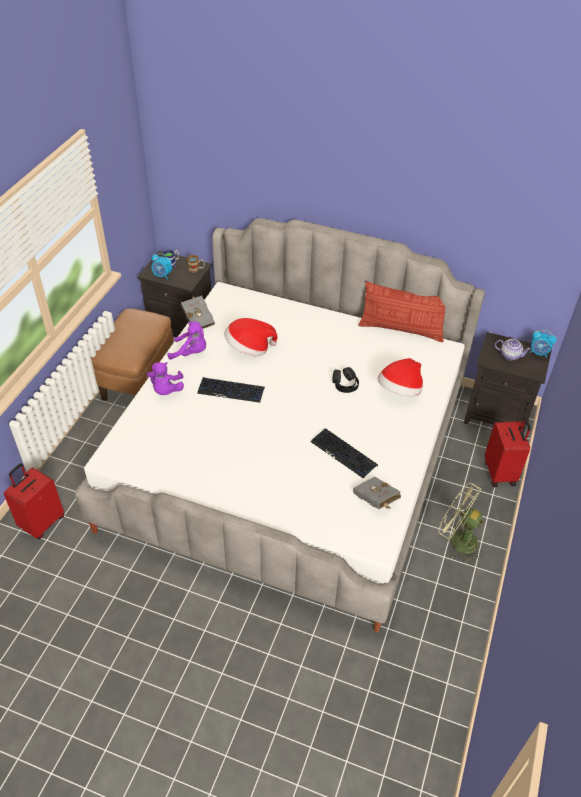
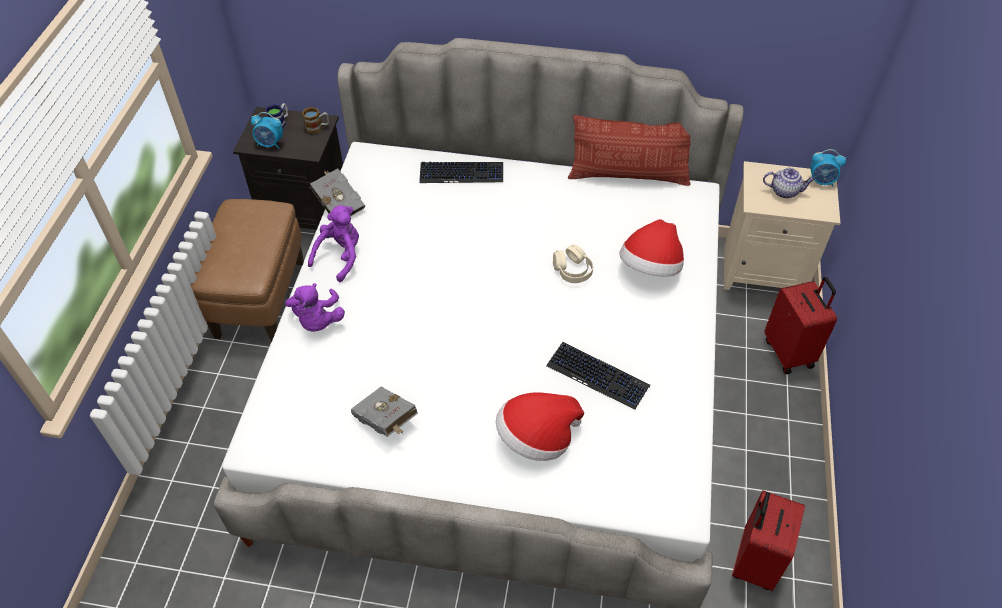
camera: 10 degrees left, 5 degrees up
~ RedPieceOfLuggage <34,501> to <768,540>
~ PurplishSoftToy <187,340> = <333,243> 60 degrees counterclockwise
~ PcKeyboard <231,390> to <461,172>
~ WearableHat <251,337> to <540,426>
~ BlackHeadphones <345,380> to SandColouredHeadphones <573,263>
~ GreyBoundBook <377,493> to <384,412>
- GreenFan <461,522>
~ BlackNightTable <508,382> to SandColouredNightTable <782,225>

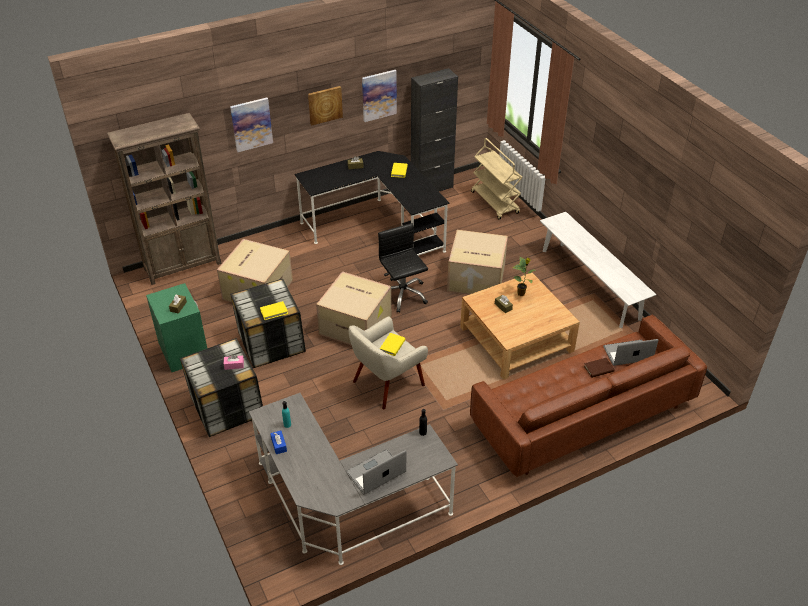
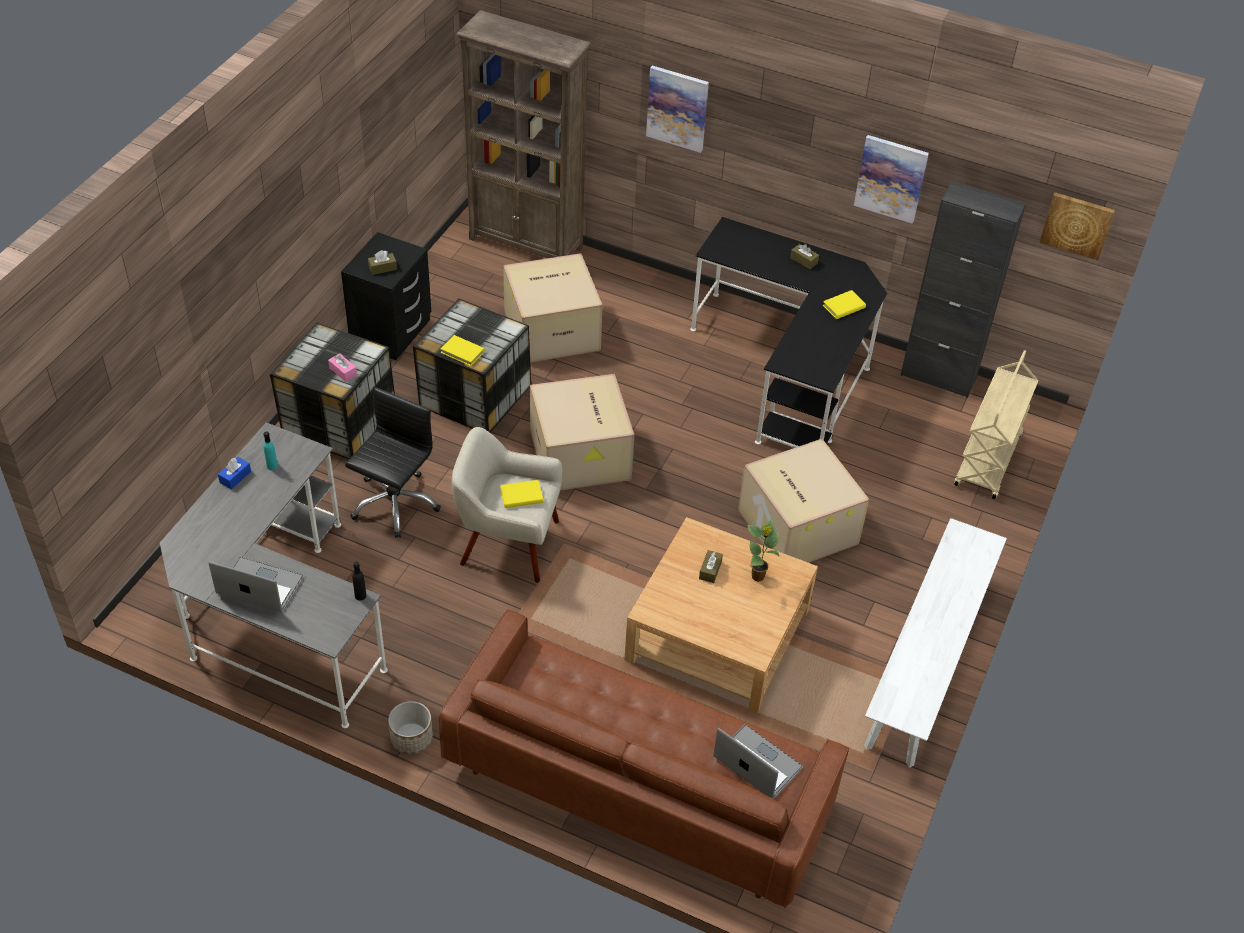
camera: 50 degrees right, 5 degrees up
~ GreenNightTable <176,327> to BlackNightTable <386,296>
~ WallPicture <325,106> to <1077,226>
~ BlackOfficeChair <403,268> to <393,462>
- BrownColouredBoundBook <599,368>
+ Planter <410,728>

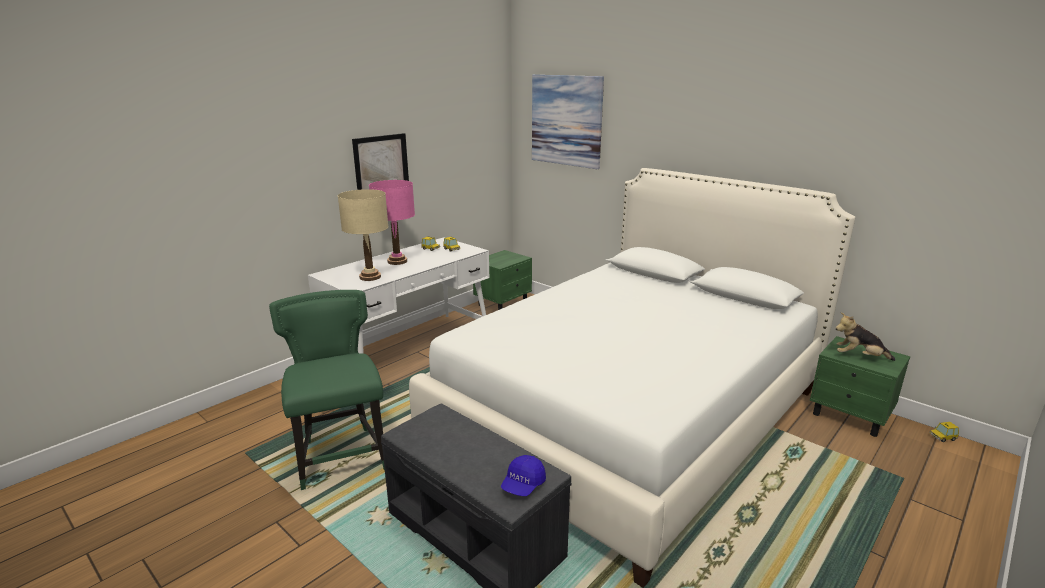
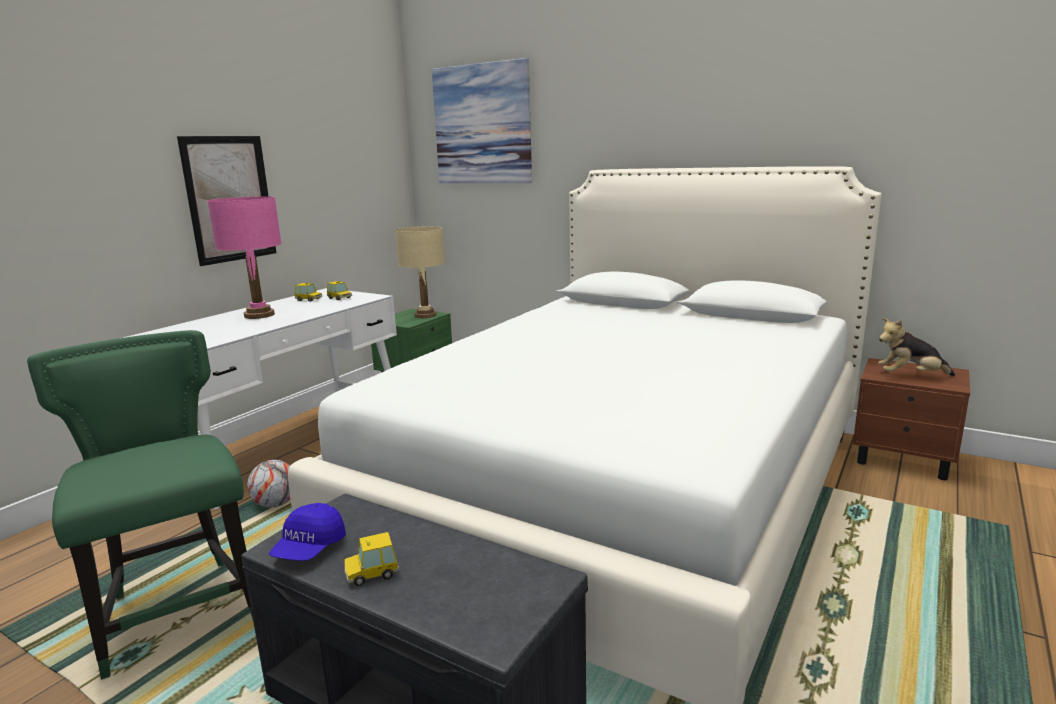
camera: 10 degrees left, 5 degrees down
~ SandColouredLampForATable <363,235> to <420,272>
~ BlueColouredBaseballCap <523,475> to <307,532>
~ GreenNightTable <860,386> to BrownColouredNightTable <911,419>
~ ModelCar <944,432> to <372,559>
+ BallForFootball <268,484>

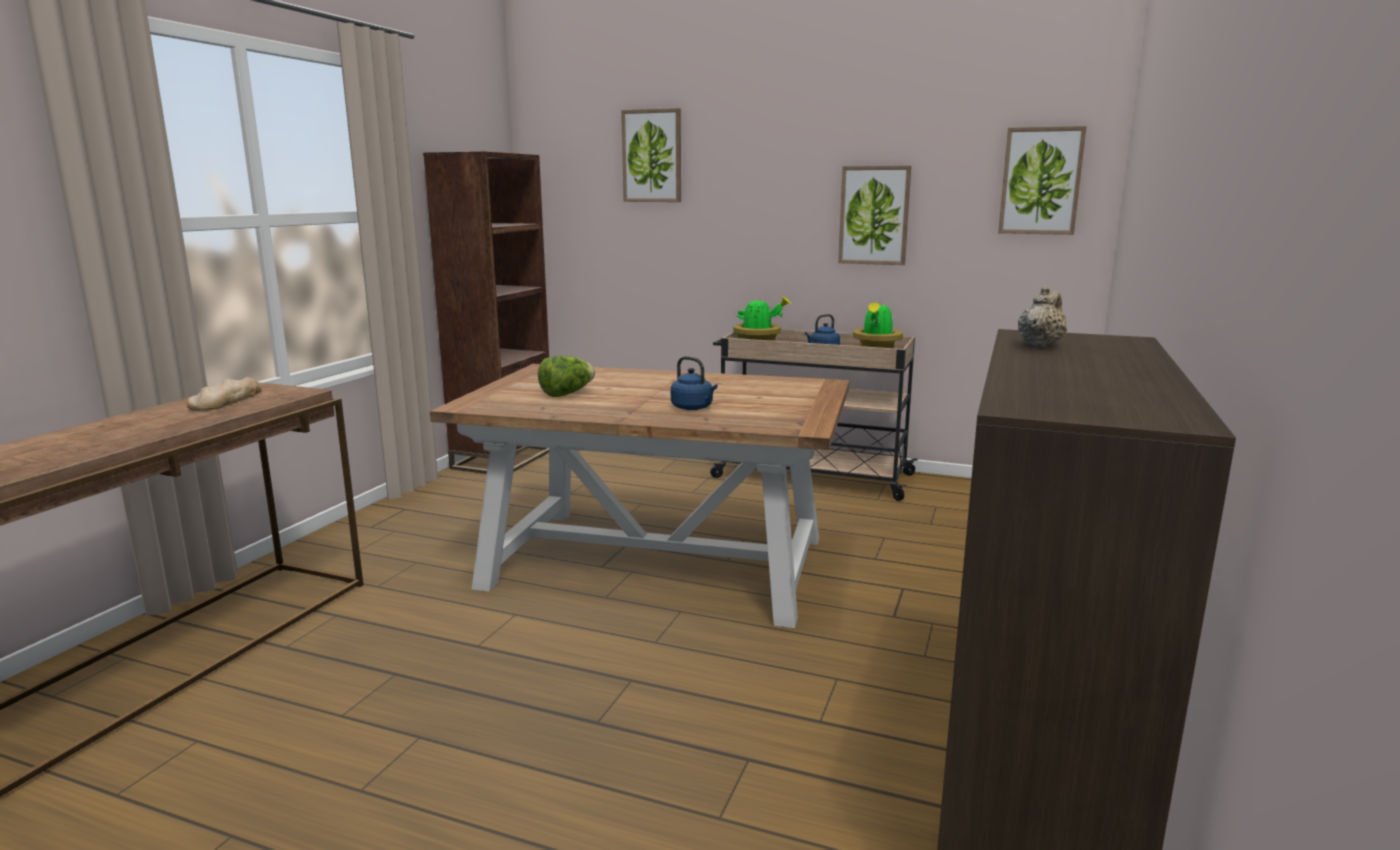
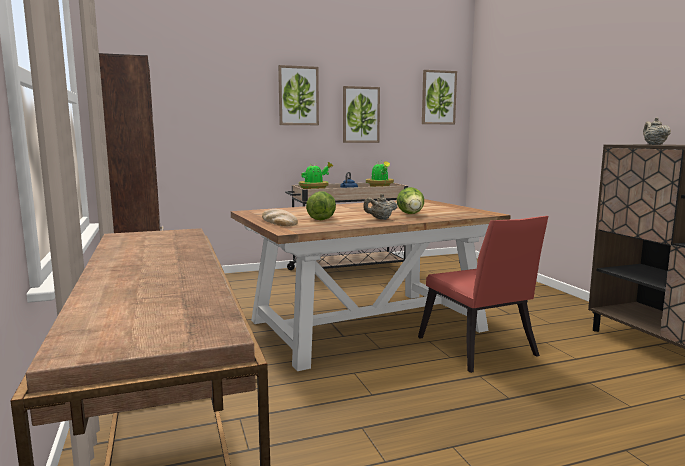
camera: 40 degrees left, 5 degrees down
~ Bread <224,394> to <280,217>
~ WallPicture <651,155> to <298,95>
~ BlueColouredWaterKettle <694,383> to HeadOfLettuce <410,200>
+ SandColouredTeaPot <380,207>
+ RedChair <483,294>

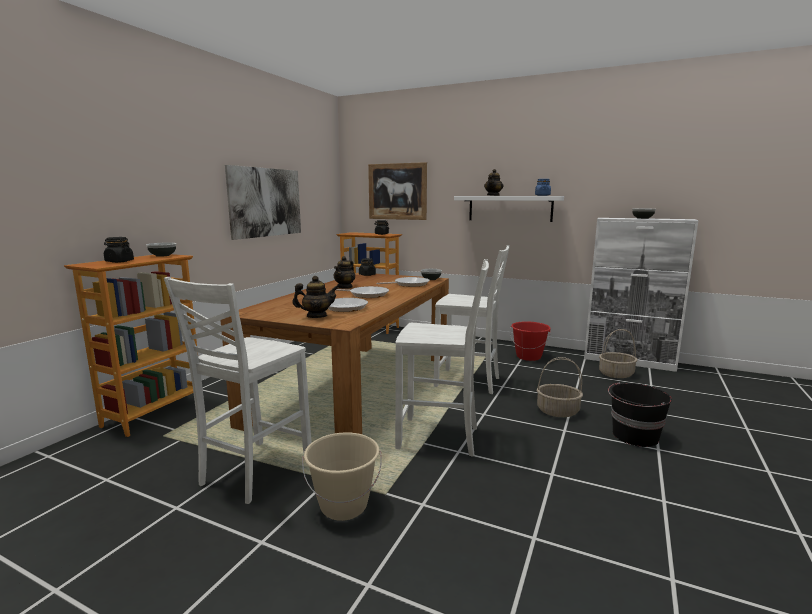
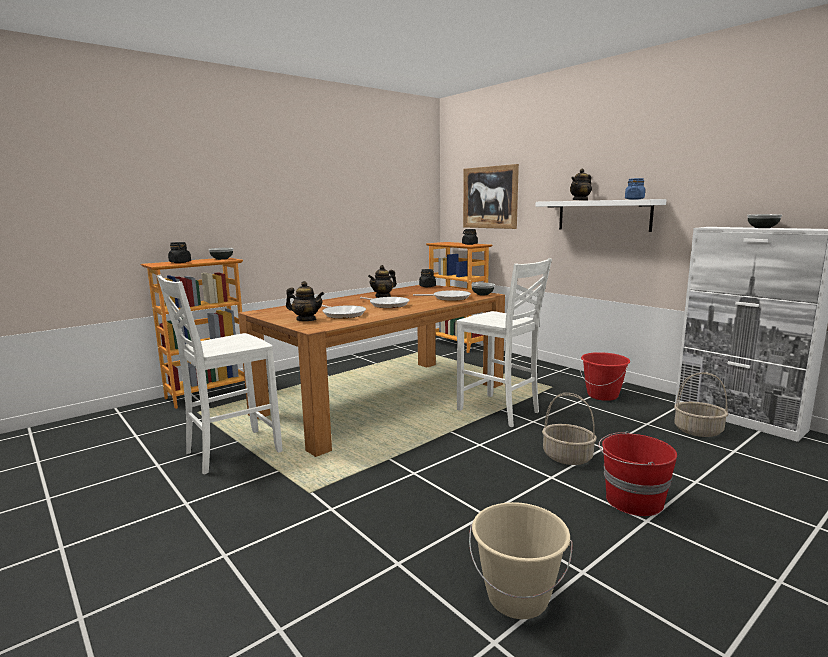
camera: 25 degrees right, 0 degrees up
- WallPicture <263,202>
~ SandColouredBucket <342,476> to <521,560>
- WhiteColouredChair <442,358>
~ BlackBucket <640,414> to RedBucket <638,473>

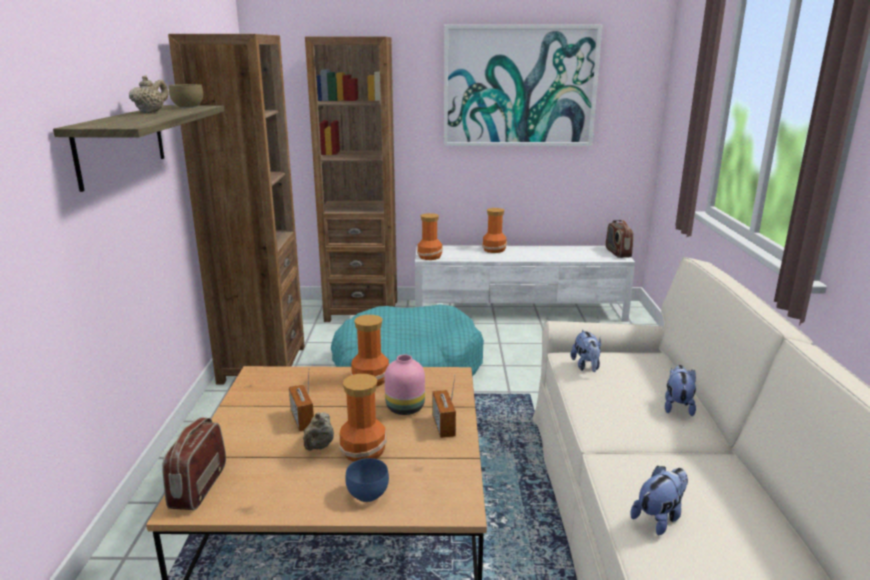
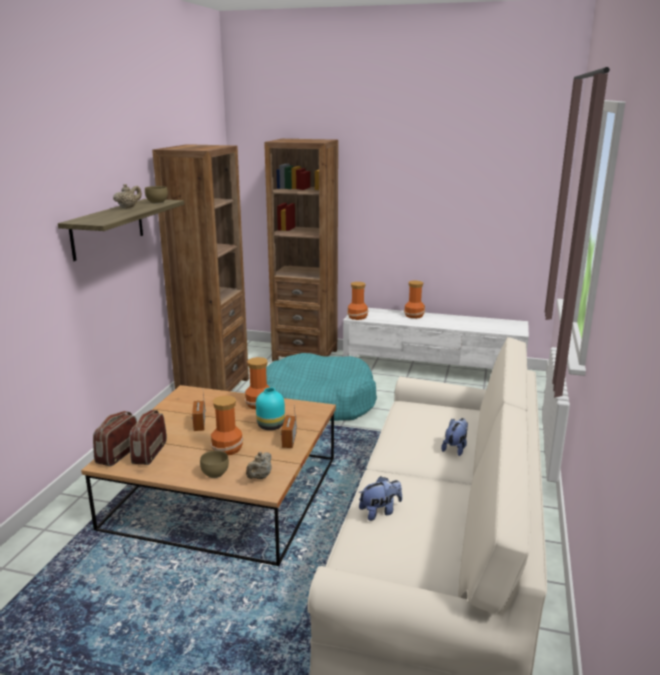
camera: 15 degrees right, 0 degrees up
~ SandColouredTeaPot <318,431> to <258,465>
~ BlueColouredDeepDish <367,480> to BrownColouredDeepDish <214,464>
~ PinkDecorativeVase <405,384> to BlueGreenDecorativeVase <270,409>
- WallPicture <523,85>
- SoftToy <586,351>
~ RadioReceiver <619,239> to <148,437>

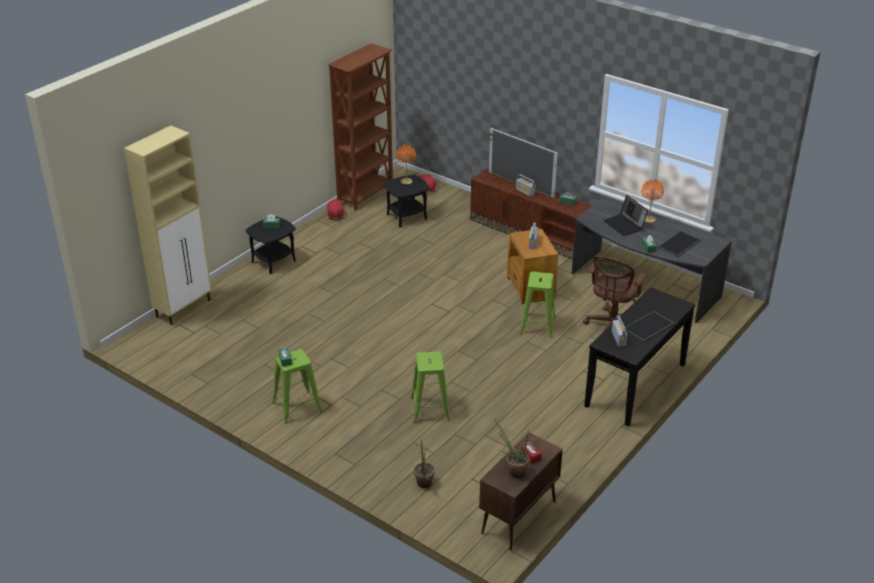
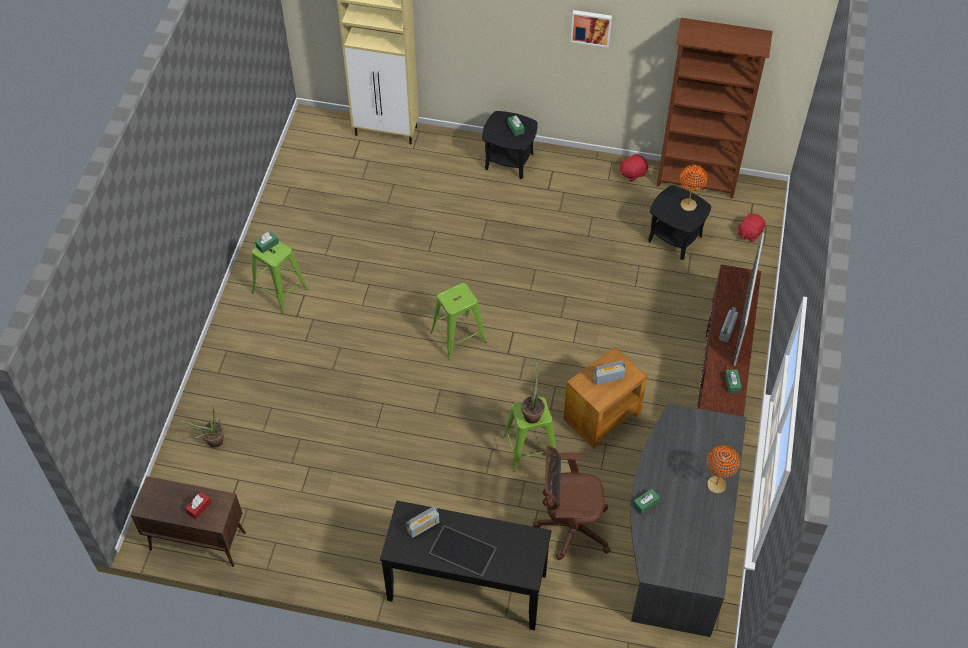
camera: 65 degrees right, 20 degrees up
~ GreenStool <430,387> to <458,321>
~ PlantInAPot <511,448> to <533,391>
- PortableComputer <626,215>
- ServingTray <679,244>
+ WallPicture <591,29>

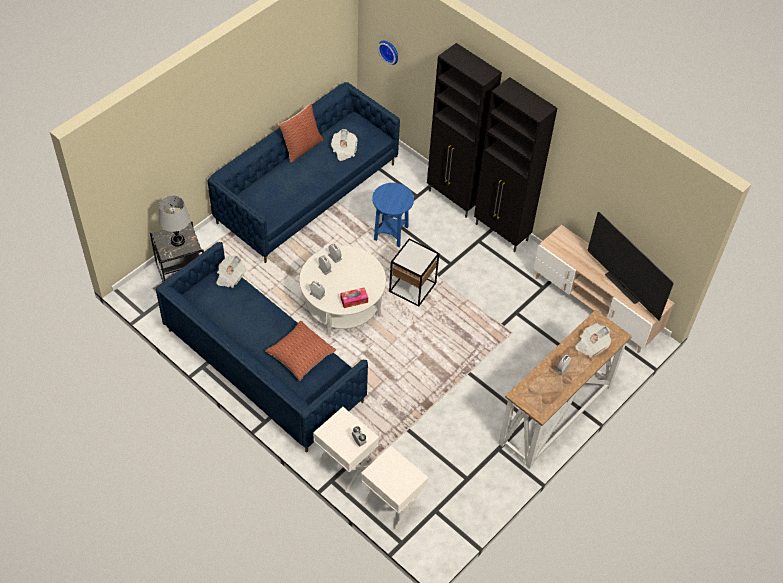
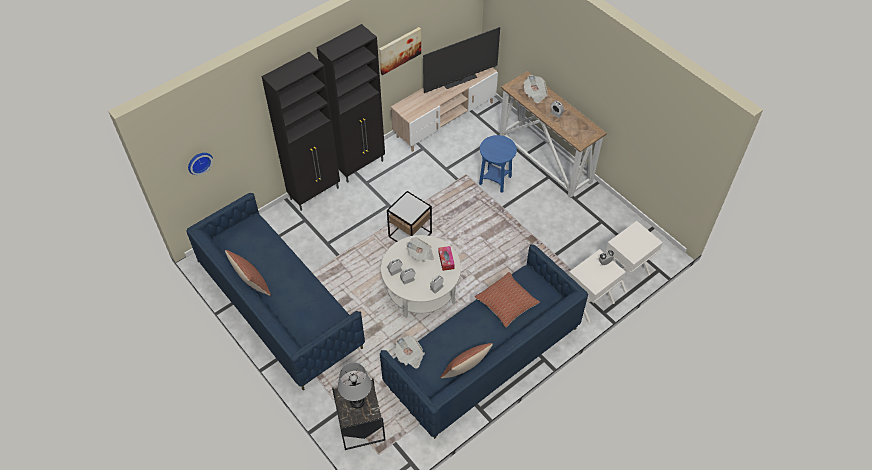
camera: 80 degrees left, 0 degrees up
~ DailyPaper <344,145> to <420,249>
~ BlueColouredSideTable <393,215> to <498,164>
+ WallPicture <400,51>
+ Cushion <466,360>

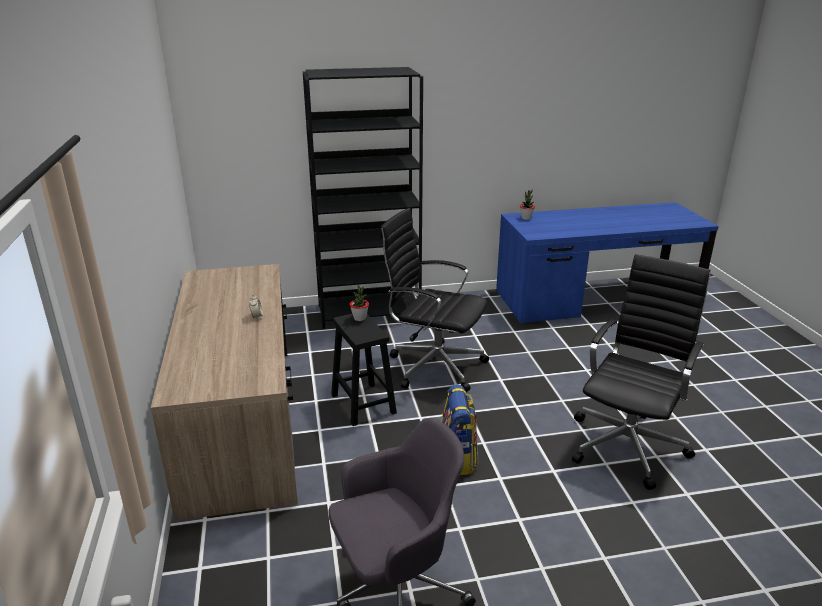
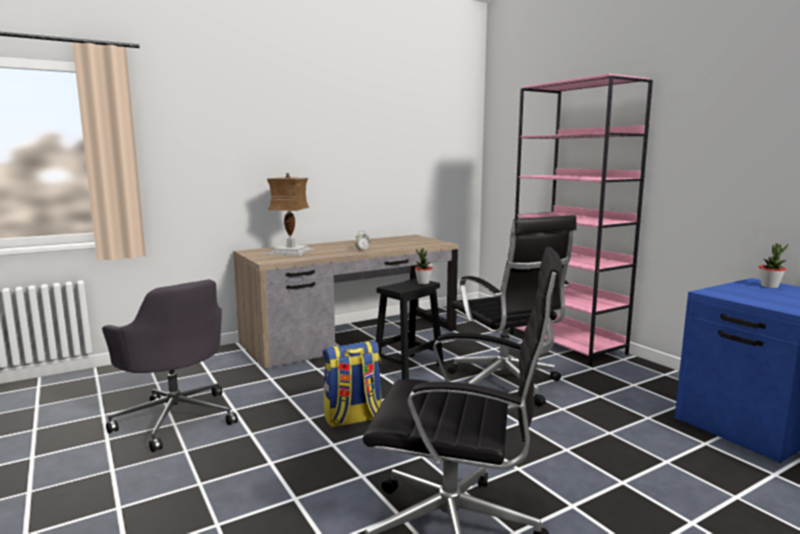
camera: 70 degrees right, 15 degrees down
~ BlackBookshelf <363,198> to PinkBookshelf <581,220>
~ BlackOfficeChair <434,300> = <512,311> 150 degrees clockwise
+ LampForATable <290,214>

